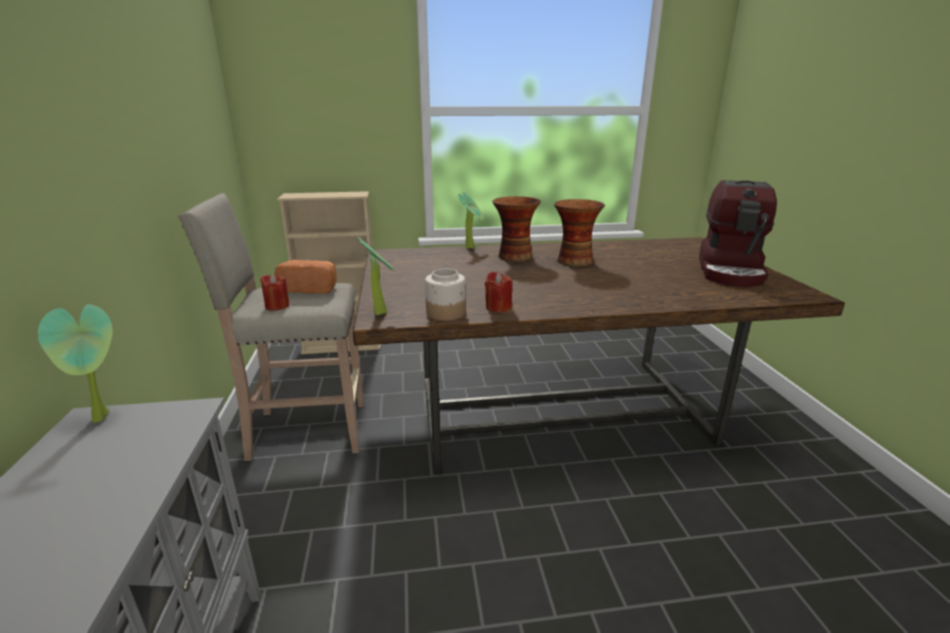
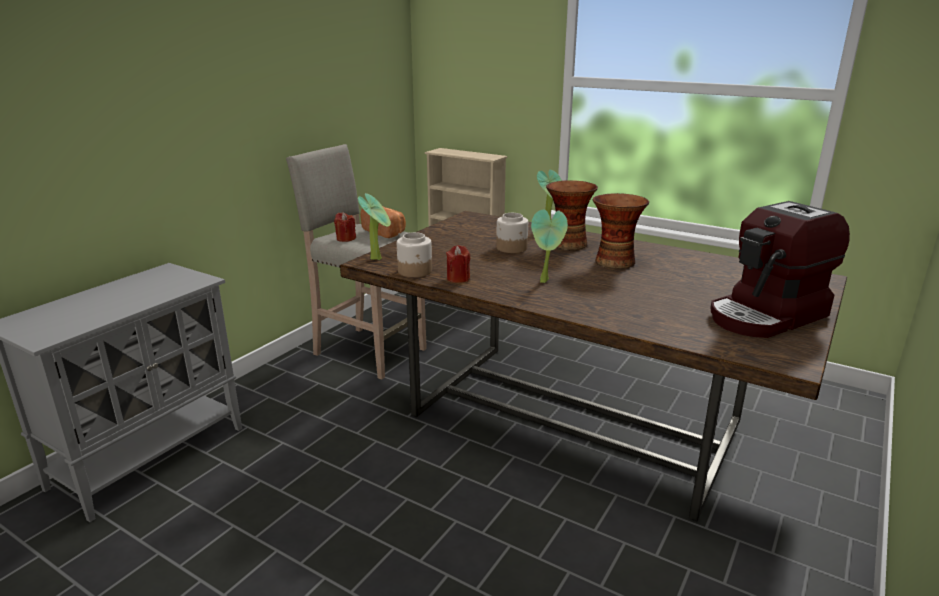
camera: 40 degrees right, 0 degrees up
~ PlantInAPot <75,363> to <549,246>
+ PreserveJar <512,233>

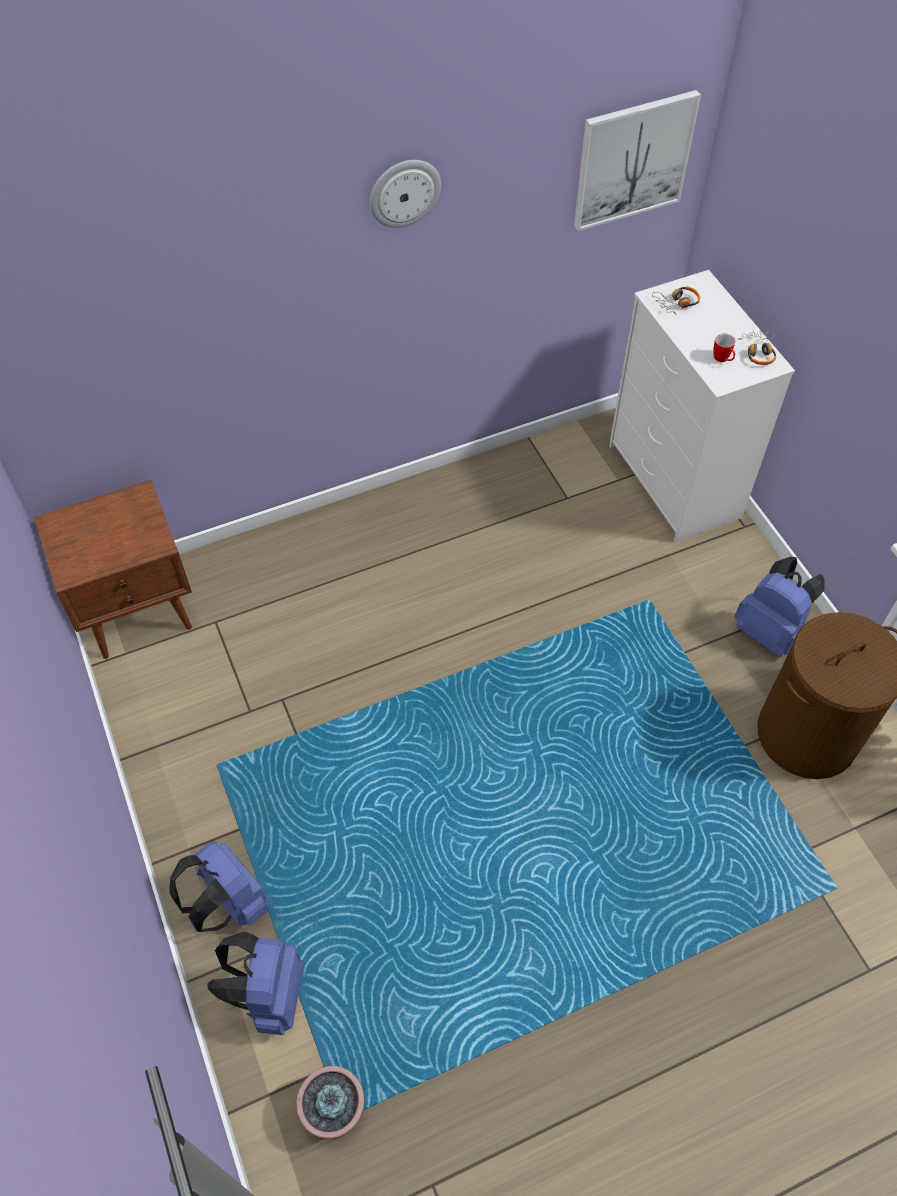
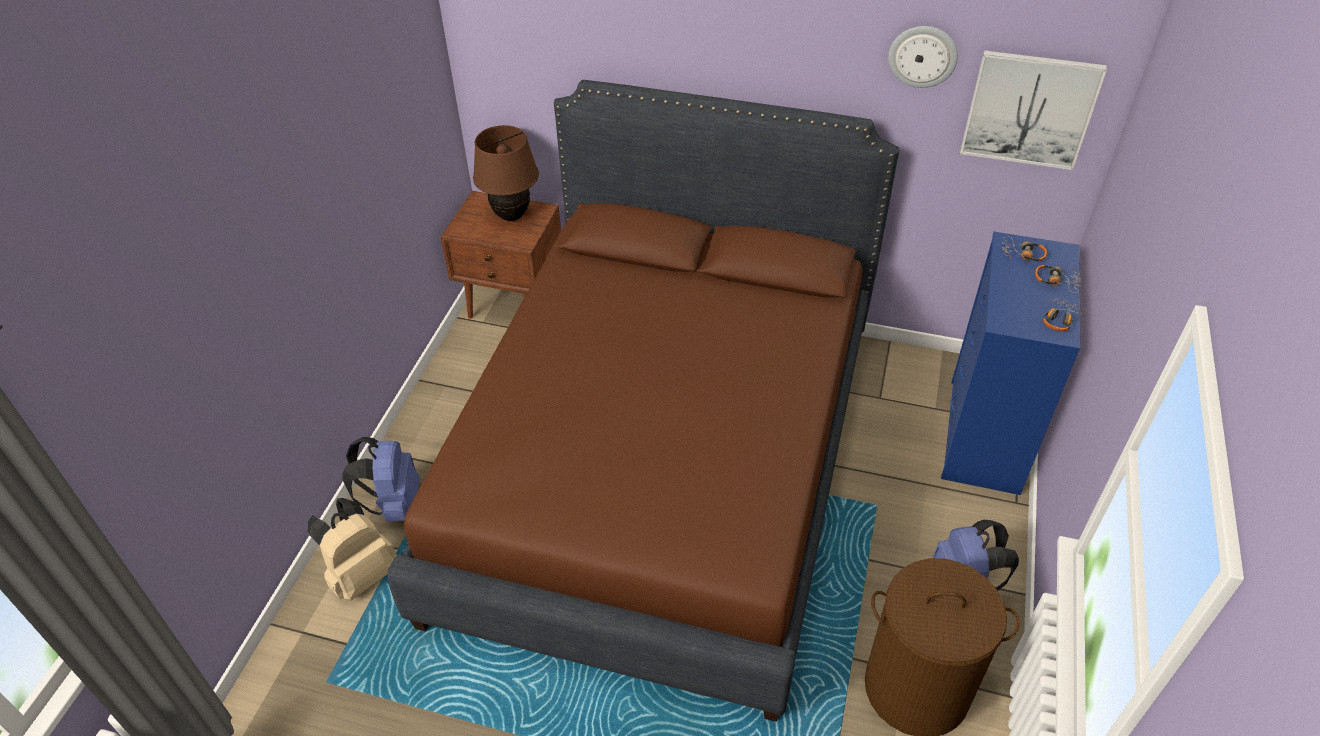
camera: 40 degrees right, 10 degrees down
~ BlueColouredRucksack <255,983> to SandColouredRucksack <352,549>
- PlantInAPot <330,1102>
~ ClockOnTheWall <405,194> to <923,57>
~ WhiteColouredDrawerChest <702,406> to BlueColouredDrawerChest <1010,363>
- TeaMug <724,348>
+ BrownColouredBedroomBed <643,401>
+ BrownColouredLampForATable <506,173>
+ Headphones <1058,279>

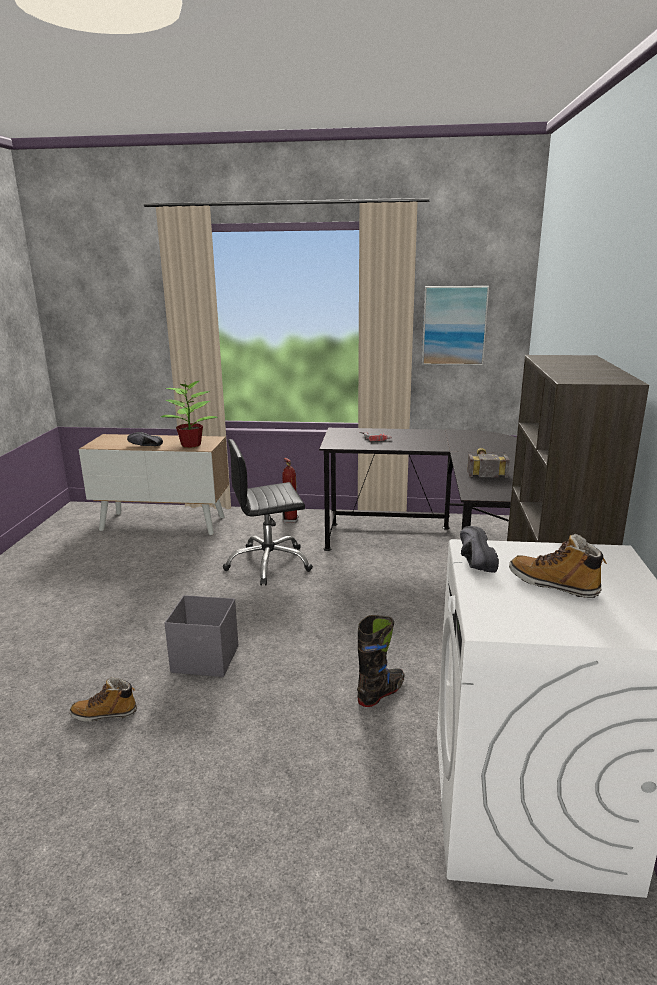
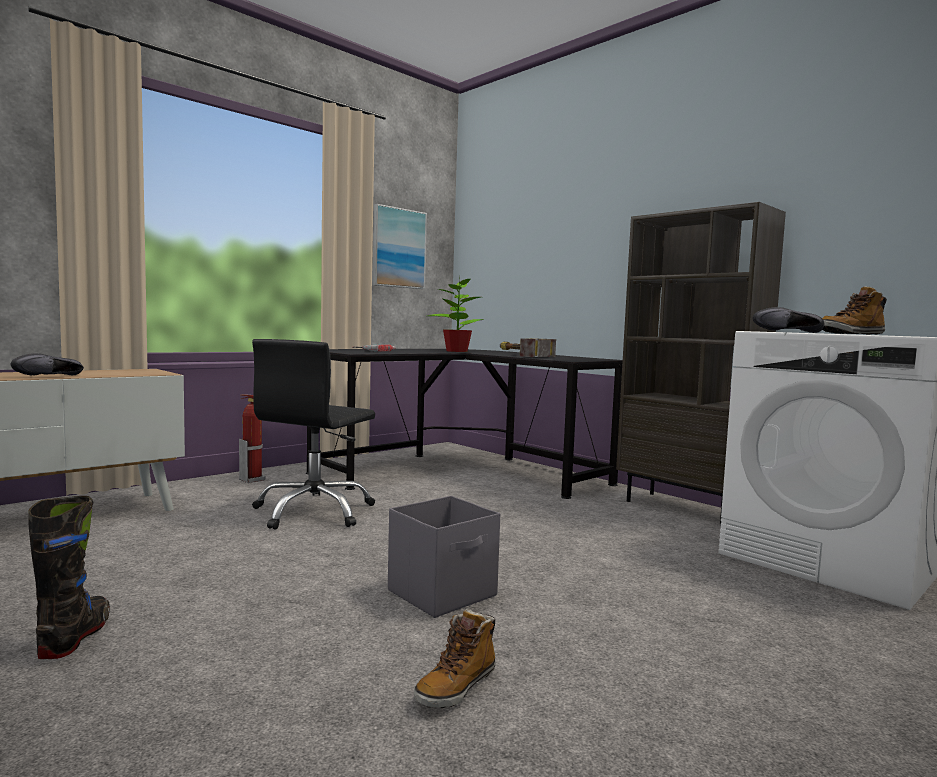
camera: 50 degrees left, 15 degrees down
~ PlantInAPot <189,412> to <456,313>
~ BlackTallBoot <381,661> to <69,577>

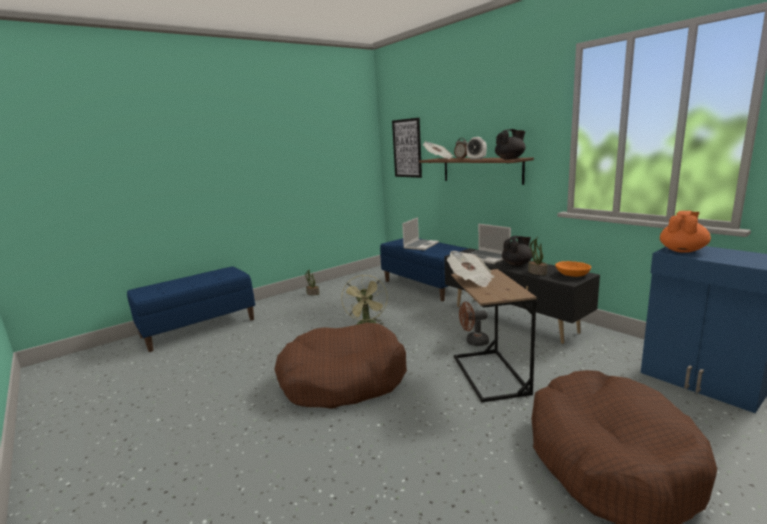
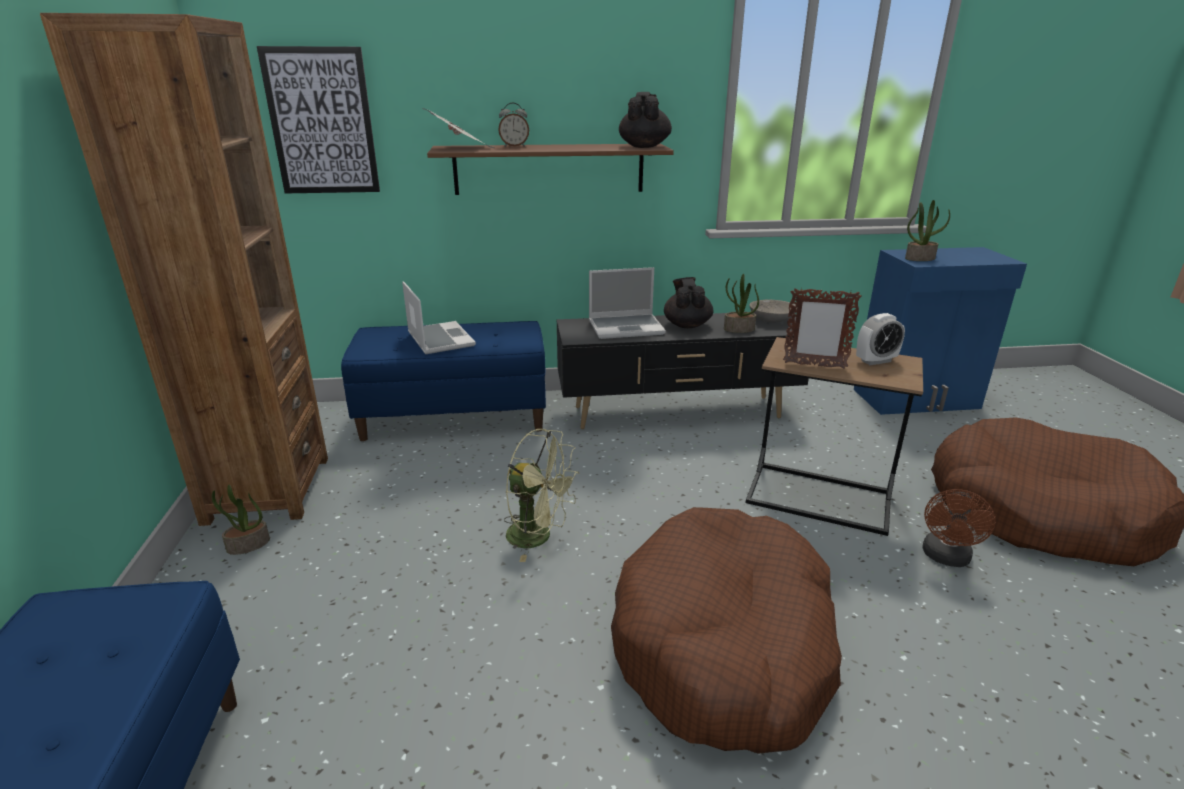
camera: 60 degrees left, 10 degrees up
~ DailyPaper <471,269> to PictureFrame <822,328>
~ BrownColouredFan <474,324> to <959,528>
~ AlarmClock <476,148> to <880,339>
~ OrangeColouredDeepDish <573,269> to GreyDeepDish <773,311>
~ OrangeColouredTeaPot <685,232> to PlantInAPot <927,230>
+ BrownColouredBookshelf <184,269>

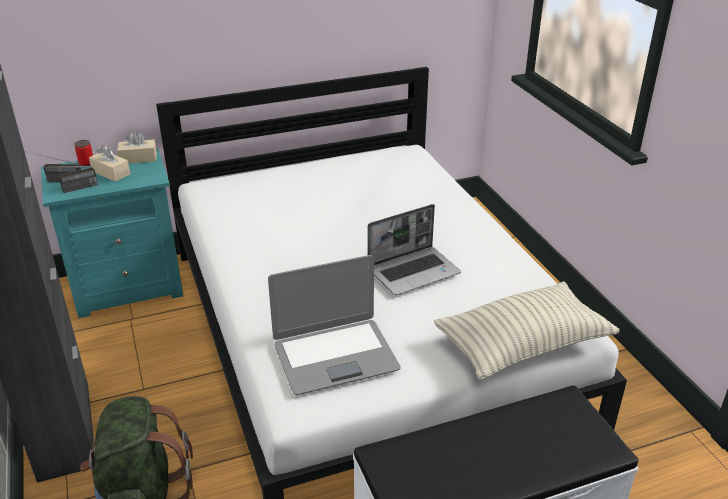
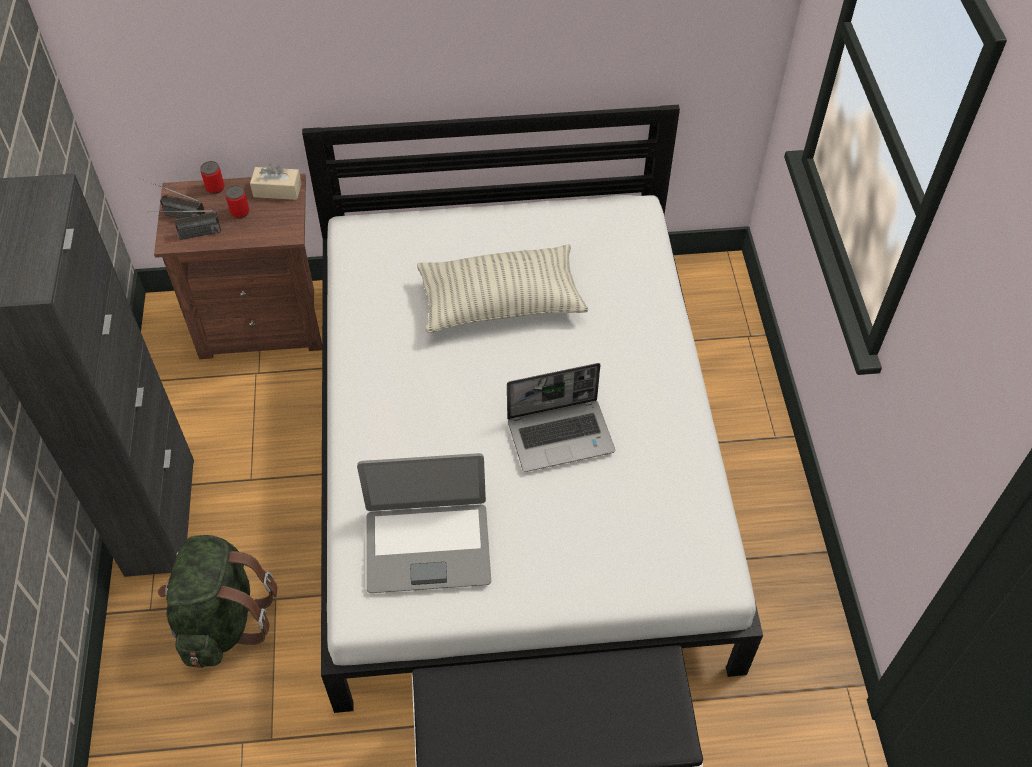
camera: 15 degrees right, 20 degrees up
~ BlueGreenNightTable <112,233> to BrownColouredNightTable <238,266>
~ SandColouredBoxOfTissues <109,163> to SealedCan <237,201>
~ Cushion <527,330> to <502,288>

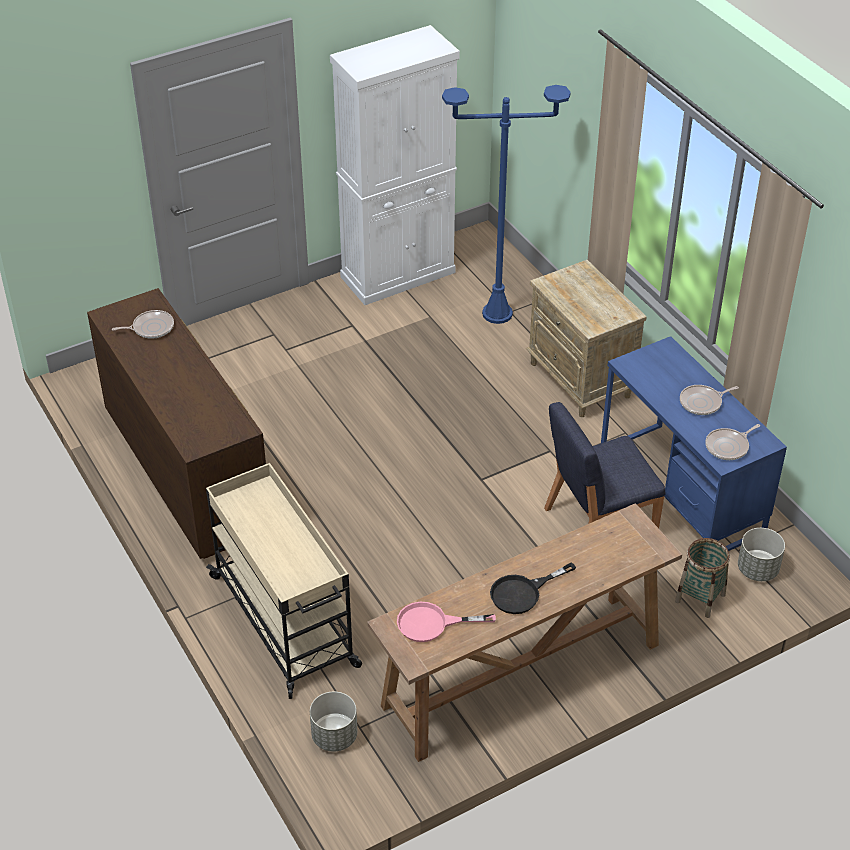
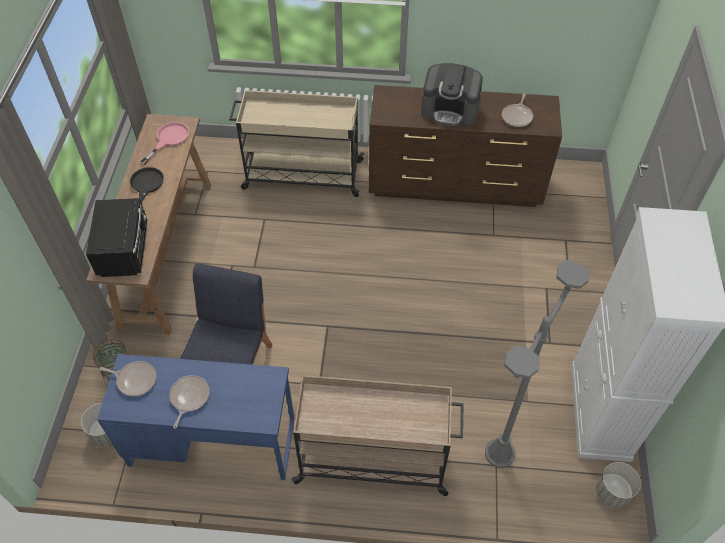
camera: 125 degrees right, 10 degrees up
~ GreyPlanter <333,721> to <618,485>
~ BlueColouredStandingLamp <506,204> to GreyStandingLamp <537,364>
~ SandColouredNightTable <585,338> to SandColouredWheeledCart <377,435>
~ FryingPan <733,442> = <127,378> 105 degrees clockwise
+ BlackMicrowaveOven <116,237>
+ CoffeeMachine <452,94>

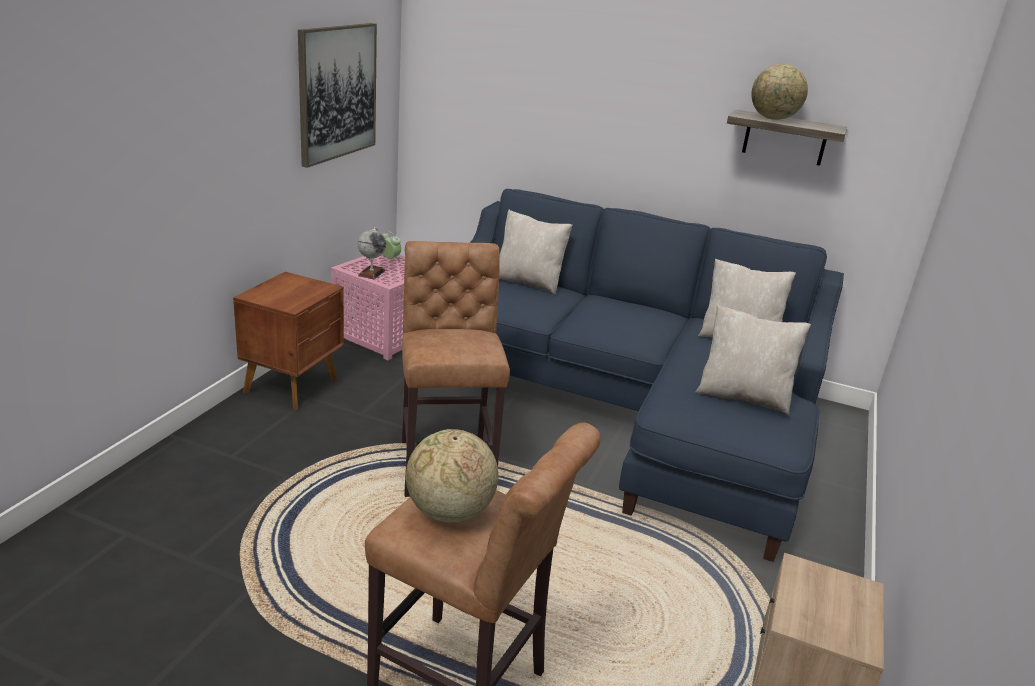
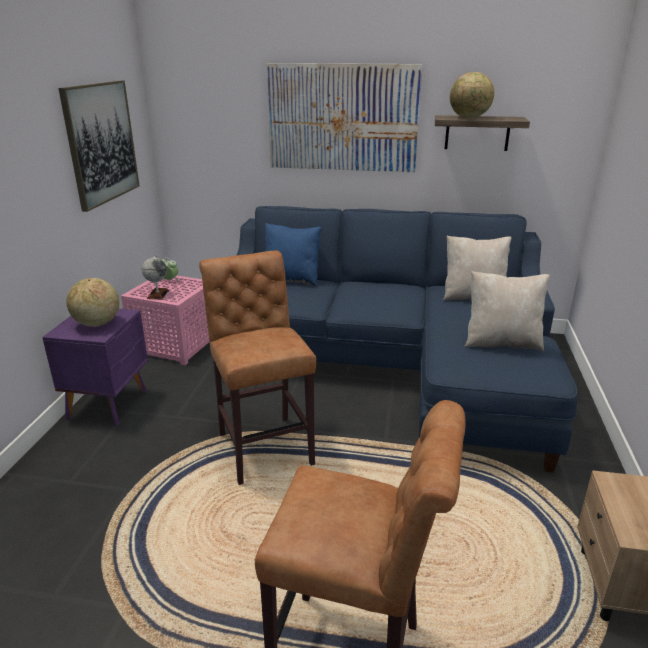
camera: 10 degrees left, 0 degrees up
~ BrownColouredNightTable <288,341> to PurplishNightTable <95,367>
~ Globe <452,476> to <92,302>
~ SandColouredCushion <536,252> to BlueColouredCushion <293,255>
+ WallPicture <344,117>

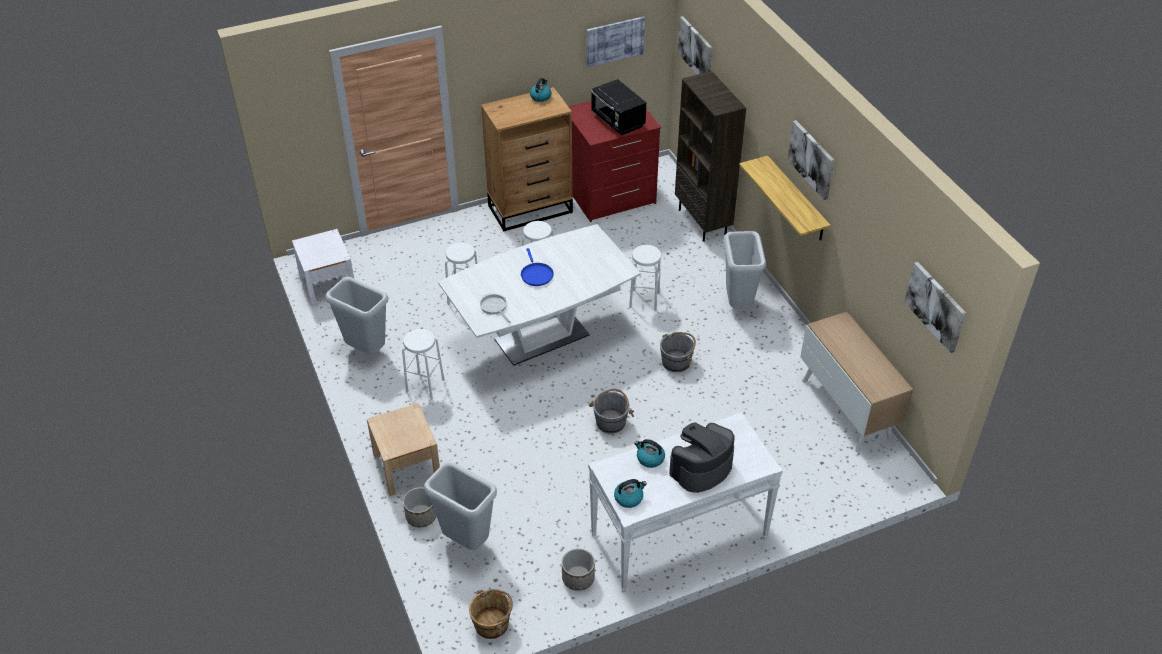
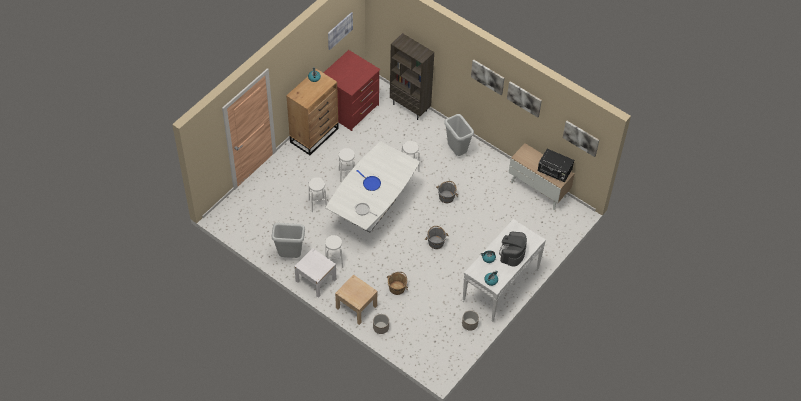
camera: 30 degrees left, 10 degrees up
~ WhiteColouredNightTable <323,268> to <315,273>
- GreyTrashCan <460,506>
~ BrownColouredBucket <491,614> to <397,283>
~ BlackMicrowaveOven <618,107> to <556,165>
~ WallPicture <695,45> to <524,99>
- BracketShelf <784,198>

